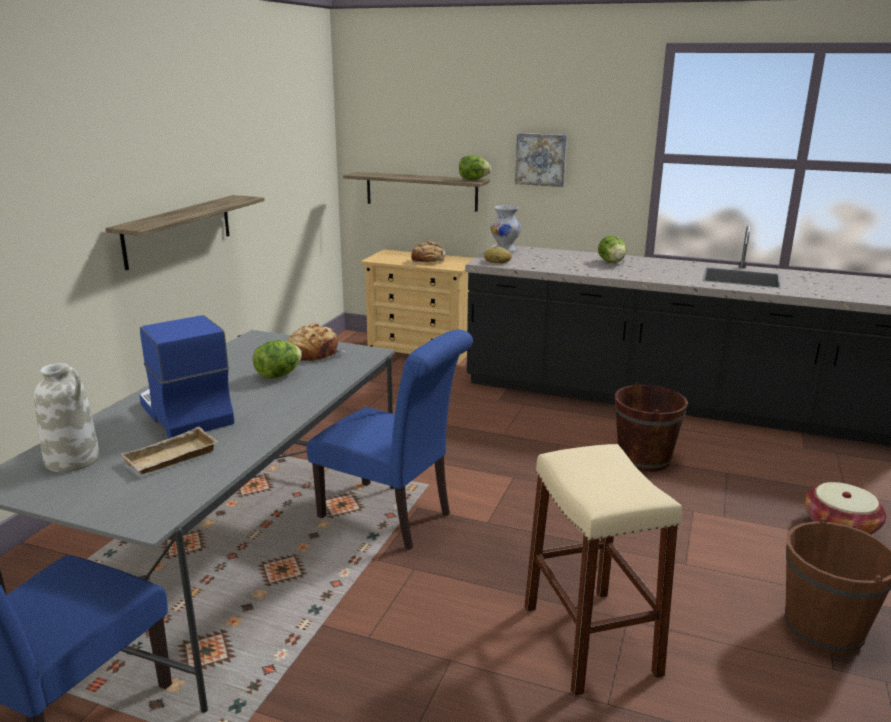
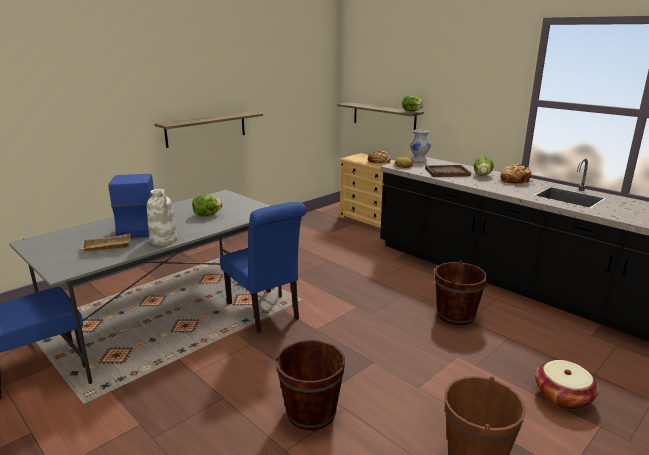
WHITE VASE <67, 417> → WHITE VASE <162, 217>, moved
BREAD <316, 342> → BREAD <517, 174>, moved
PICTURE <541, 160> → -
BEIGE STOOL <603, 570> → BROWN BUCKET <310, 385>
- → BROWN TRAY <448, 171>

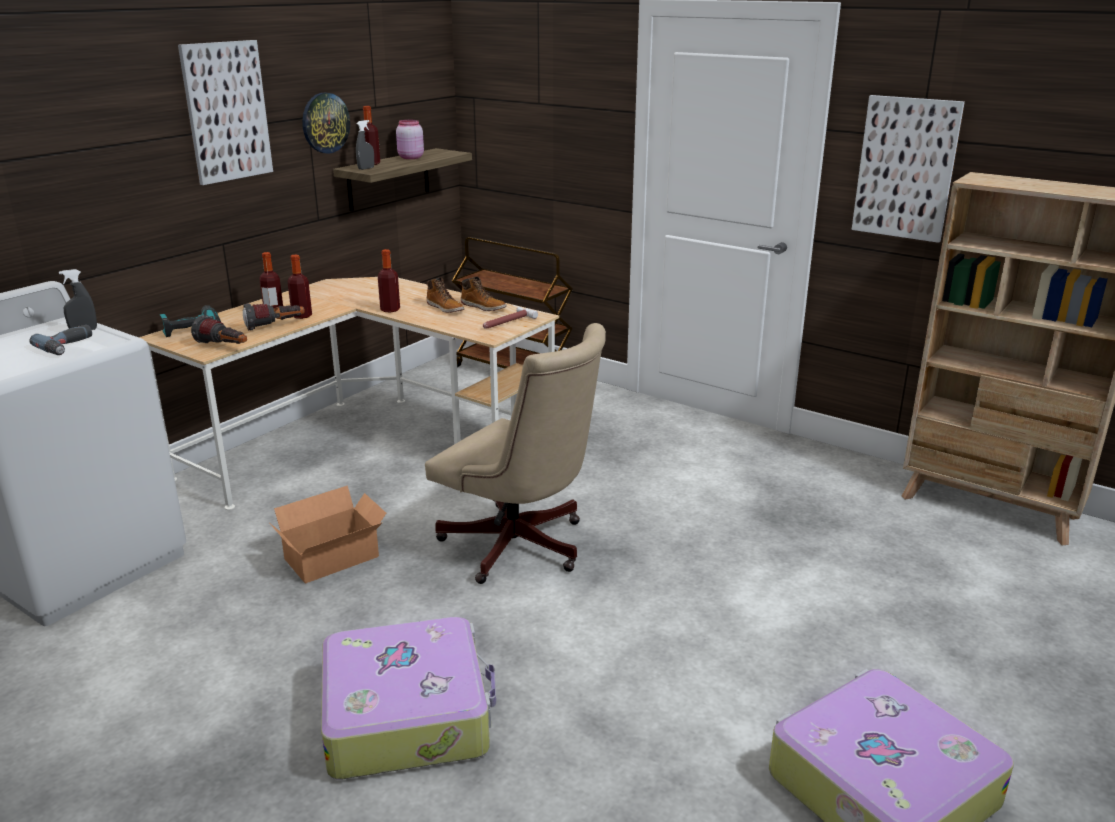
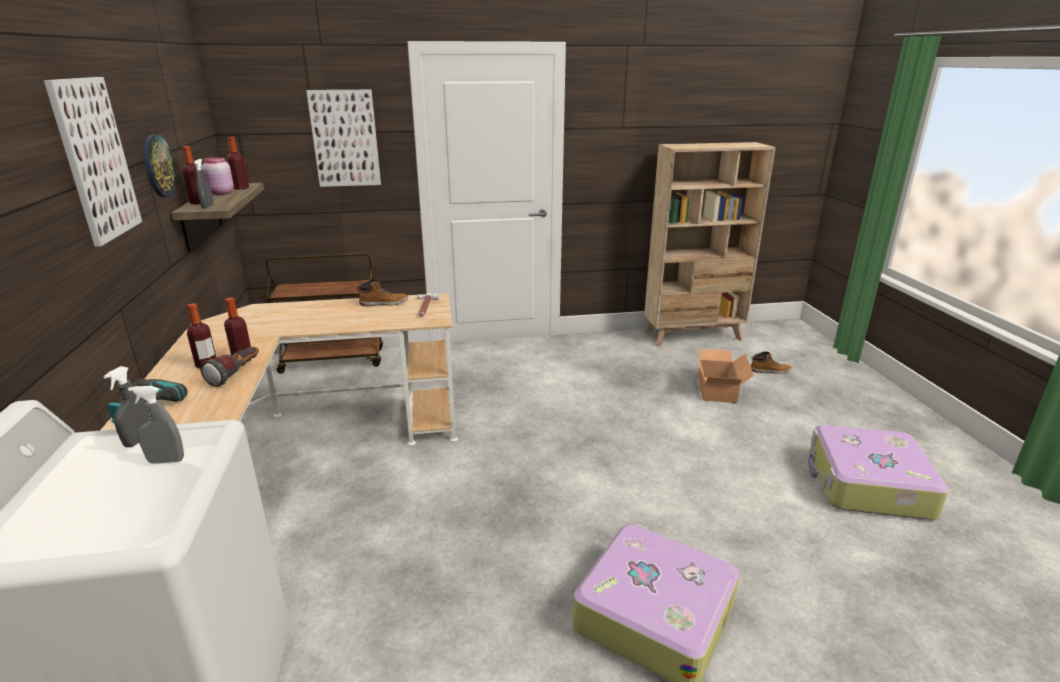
POWER DRILL <60, 340> → GREY SPRAY BOTTLE <156, 425>
FLASHLIGHT <219, 329> → -
CARDBOARD BOX <328, 534> → CARDBOARD BOX <724, 375>, moved
BOTTLE <389, 281> → BOTTLE <238, 163>, moved
BEIGE OFFICE CHAIR <515, 453> → -
BOOT <445, 295> → BOOT <770, 363>, moved
PICTURE <908, 169> → PICTURE <343, 138>, moved

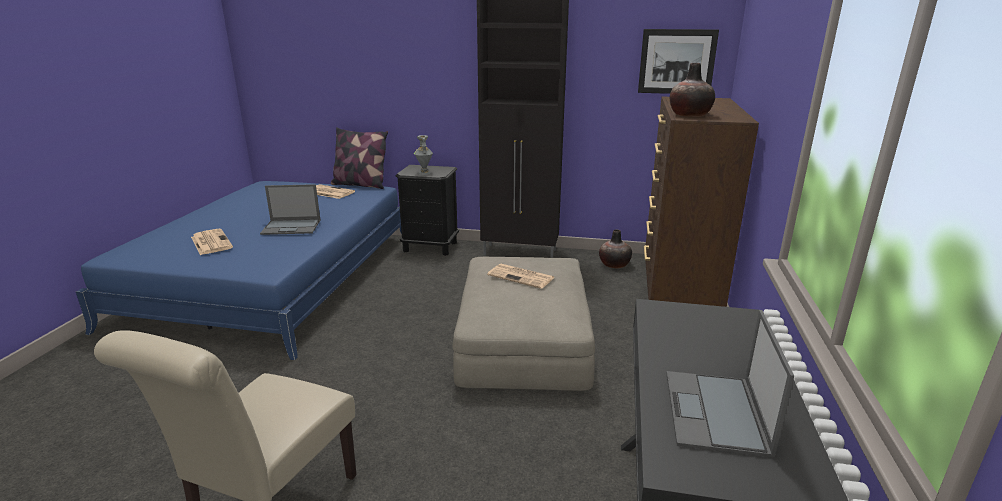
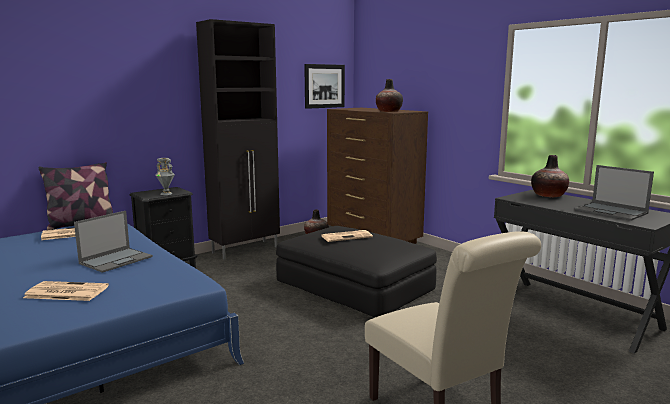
BEIGE OTTOMAN <523, 324> → BLACK OTTOMAN <356, 271>
- → VASE <550, 176>

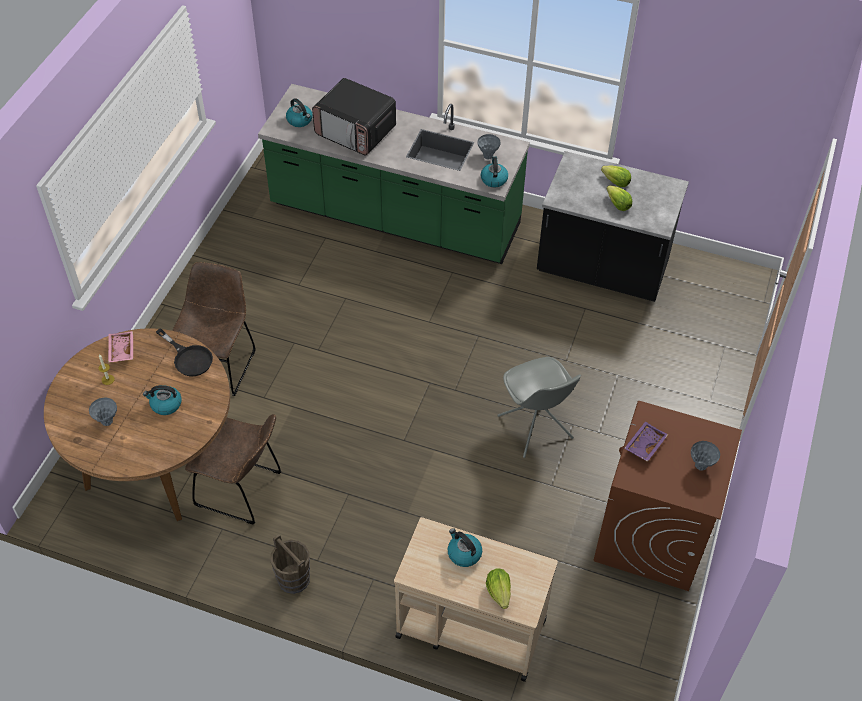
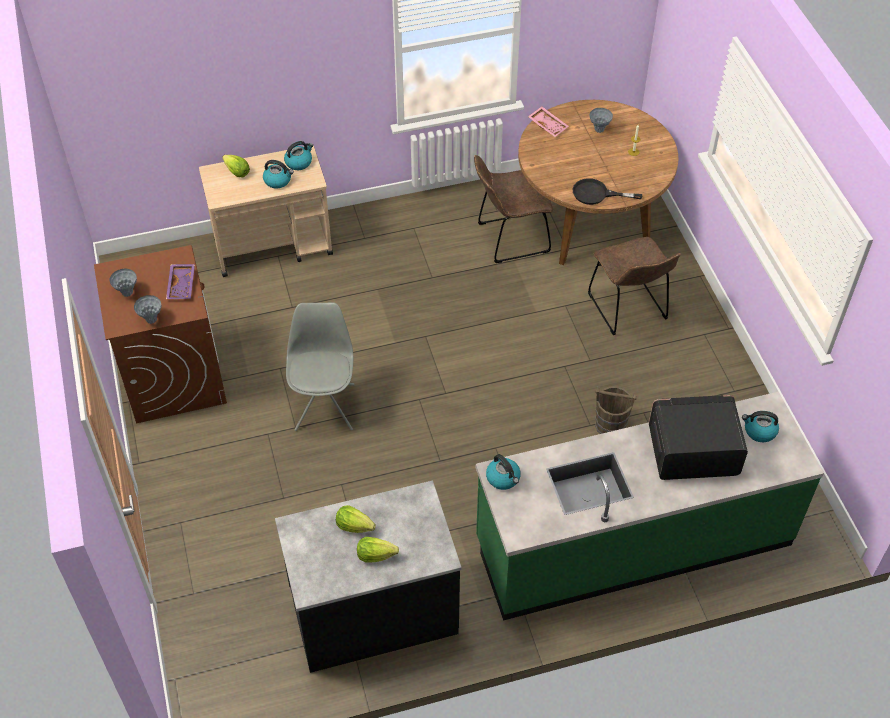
PINK TRAY <120, 347> → PINK TRAY <548, 121>, moved
KETTLE <162, 400> → KETTLE <298, 155>, moved
BROWN BUCKET <290, 564> → BROWN BUCKET <616, 410>, moved
GREY VASE <489, 146> → GREY VASE <147, 309>, moved
GREY CHAIR <539, 407> → GREY CHAIR <320, 366>, 60 degrees clockwise

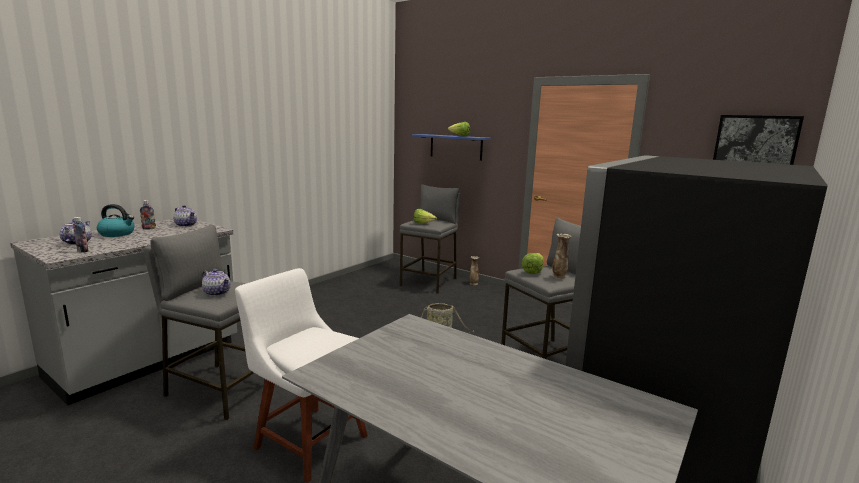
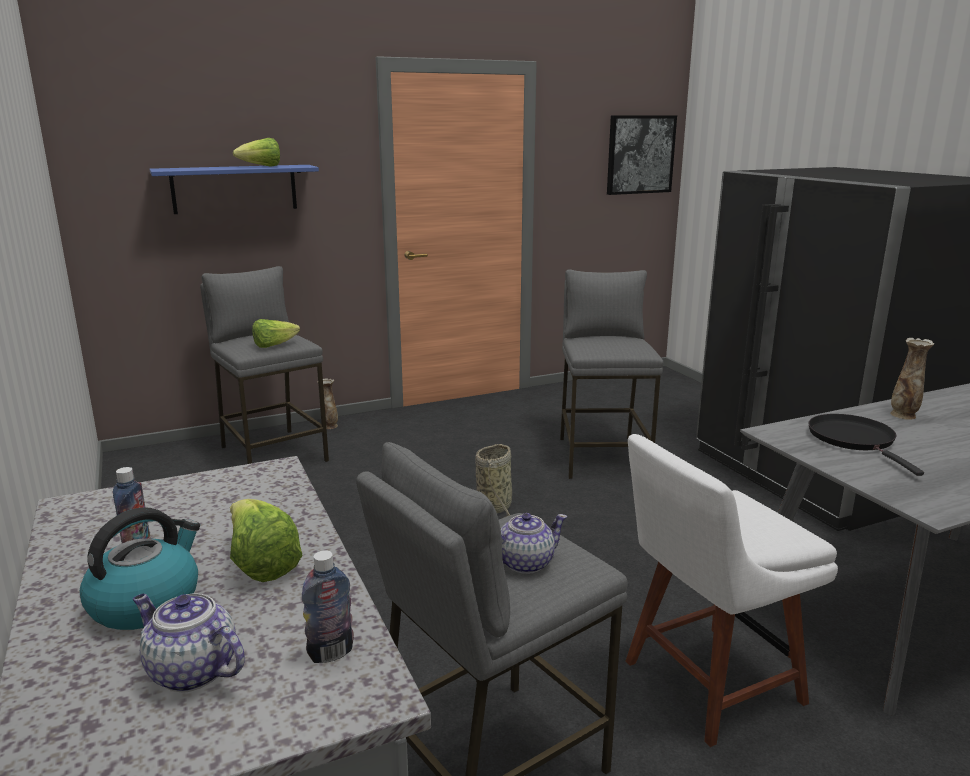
TEAPOT <185, 216> → -
LETTUCE <533, 263> → LETTUCE <266, 540>, moved
VASE <562, 256> → VASE <912, 379>, moved
- → BLACK FRYING PAN <866, 445>

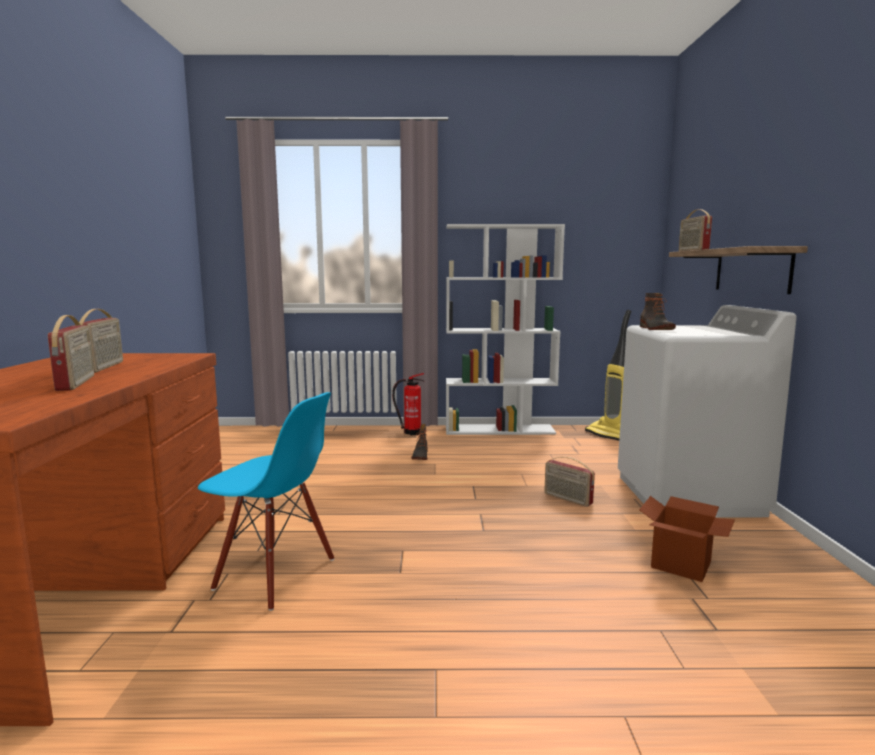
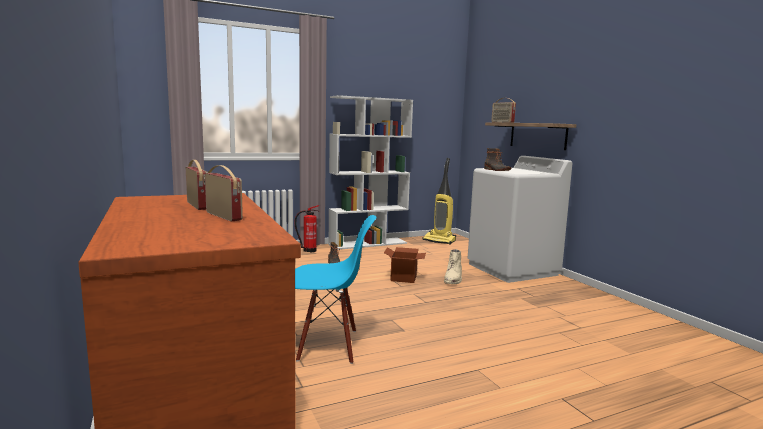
RADIO <569, 482> → BEIGE BOOT <453, 266>
CARDBOARD BOX <687, 539> → CARDBOARD BOX <405, 265>, moved

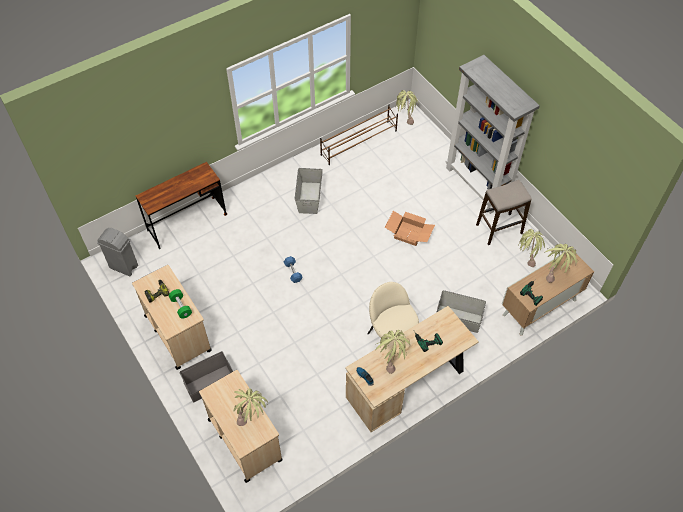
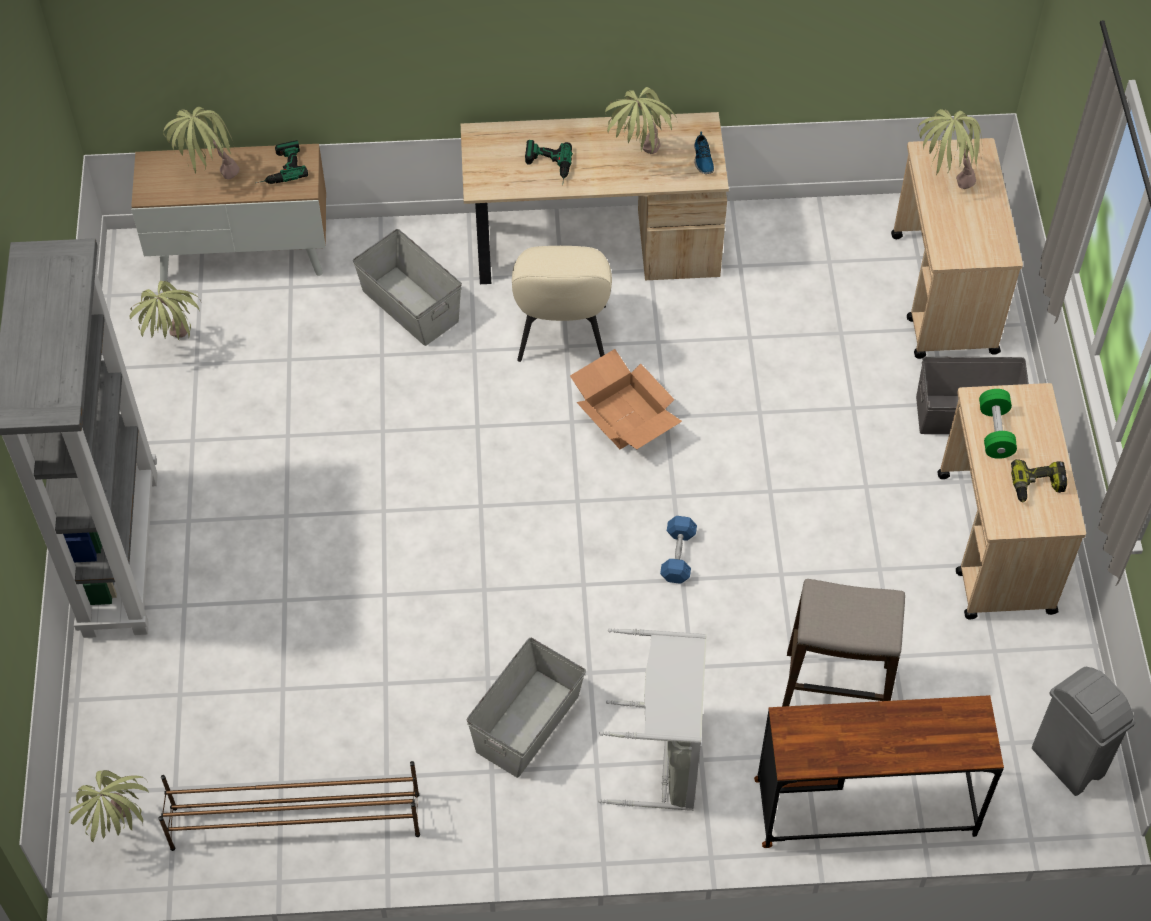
CARDBOARD BOX <410, 228> → CARDBOARD BOX <626, 399>, moved
STOOL <504, 212> → STOOL <843, 643>, moved
- → GREY LAUNDRY BASKET <652, 719>

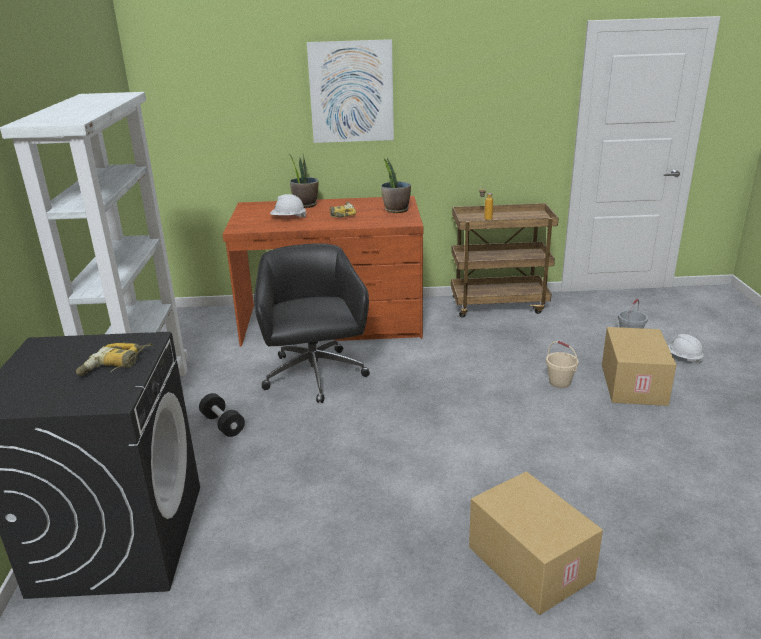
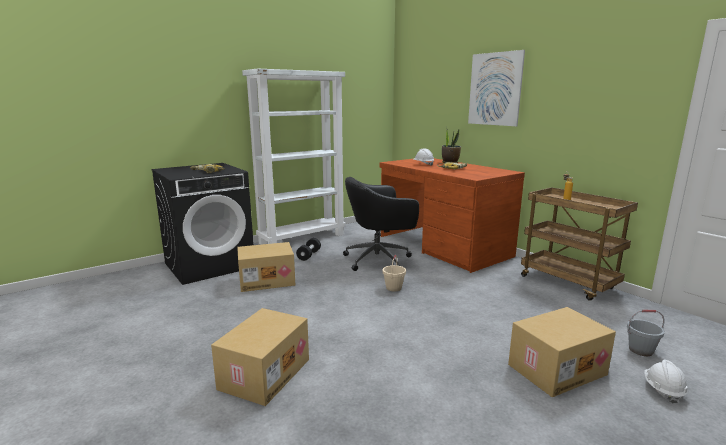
BLACK OFFICE CHAIR <312, 323> → BLACK OFFICE CHAIR <381, 224>, 150 degrees counterclockwise
POTTED PLANT <396, 185> → -
BEIGE BUCKET <562, 364> → BEIGE BUCKET <394, 273>, moved
- → CARDBOARD BOX <266, 267>

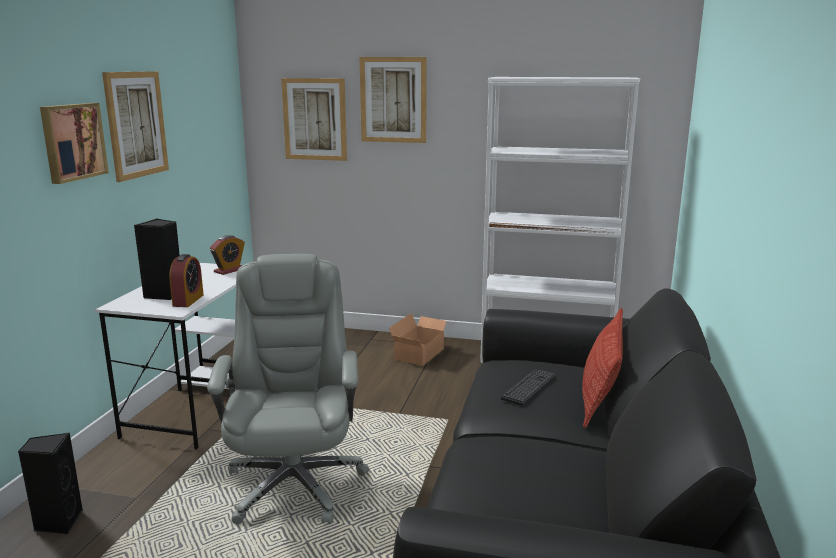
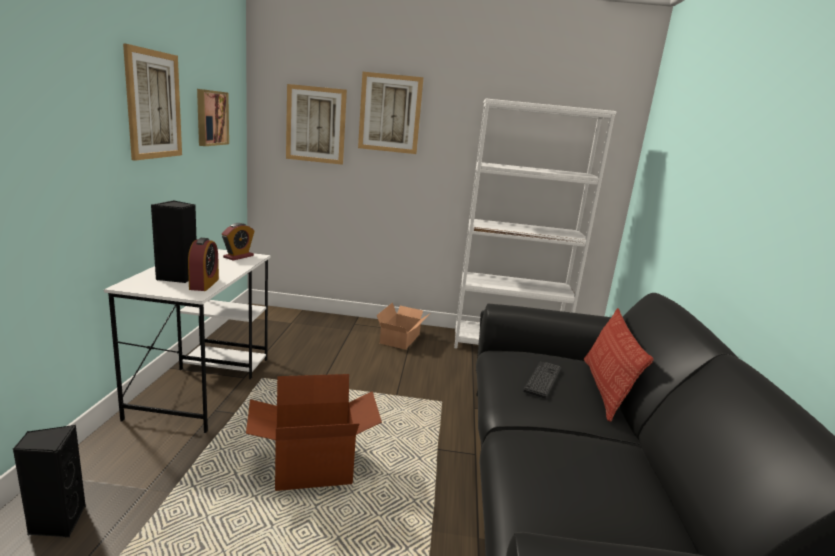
PICTURE <74, 143> → PICTURE <213, 117>, moved
GREY OFFICE CHAIR <288, 389> → CARDBOARD BOX <314, 432>

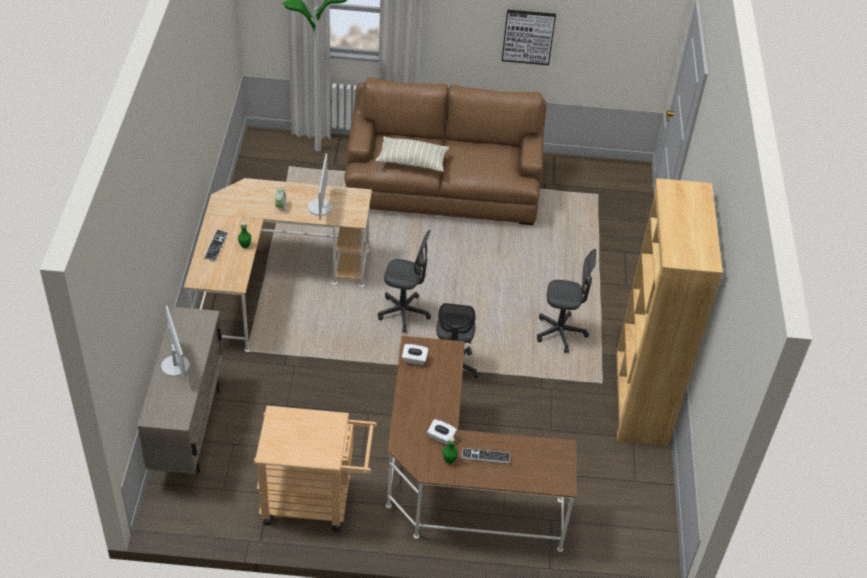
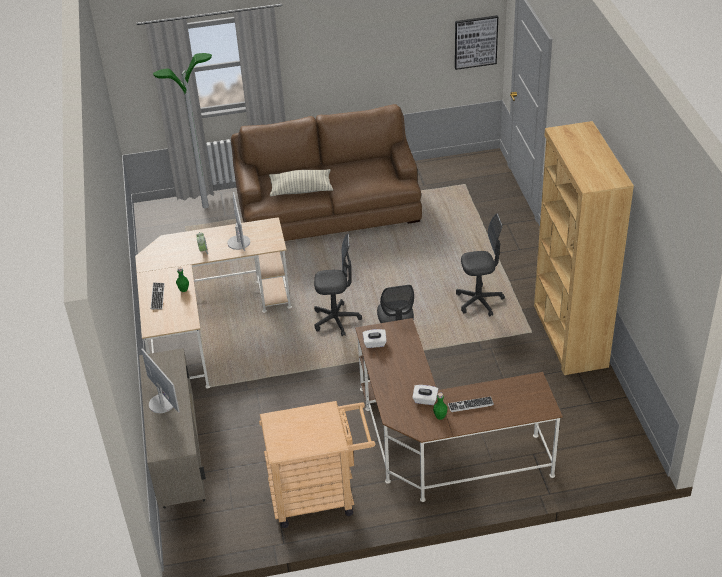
PICTURE <529, 37> → PICTURE <476, 42>, moved

